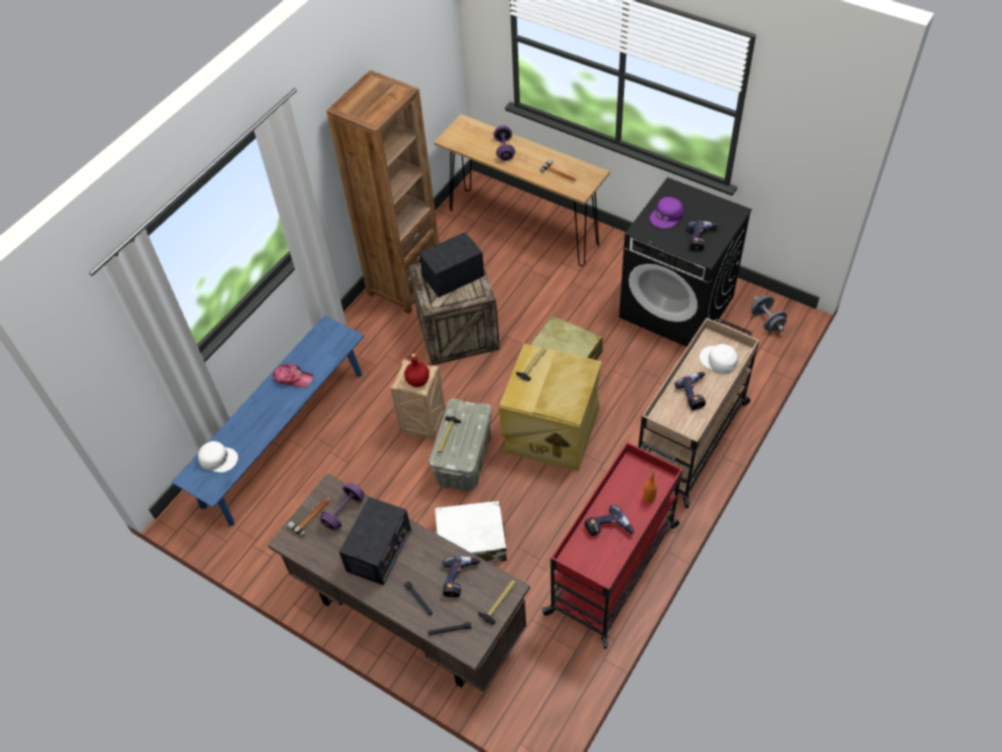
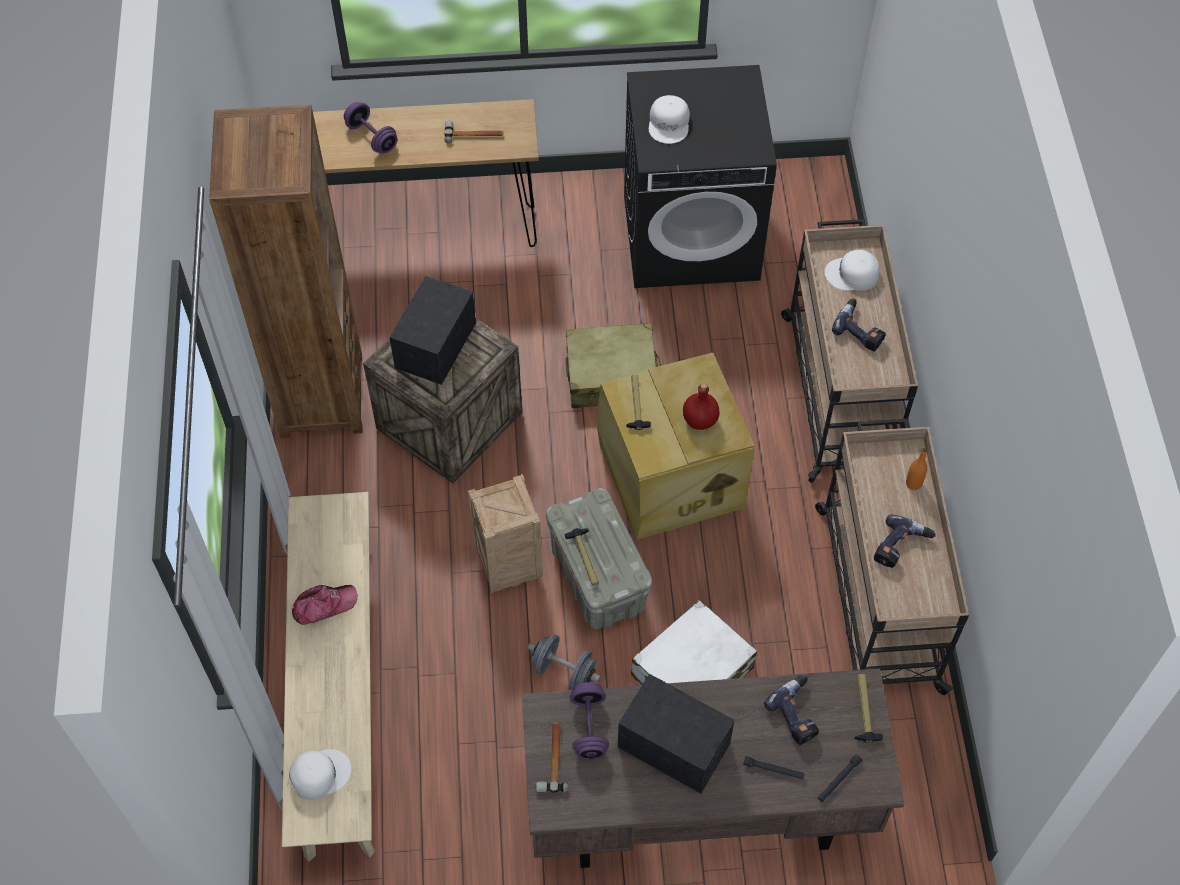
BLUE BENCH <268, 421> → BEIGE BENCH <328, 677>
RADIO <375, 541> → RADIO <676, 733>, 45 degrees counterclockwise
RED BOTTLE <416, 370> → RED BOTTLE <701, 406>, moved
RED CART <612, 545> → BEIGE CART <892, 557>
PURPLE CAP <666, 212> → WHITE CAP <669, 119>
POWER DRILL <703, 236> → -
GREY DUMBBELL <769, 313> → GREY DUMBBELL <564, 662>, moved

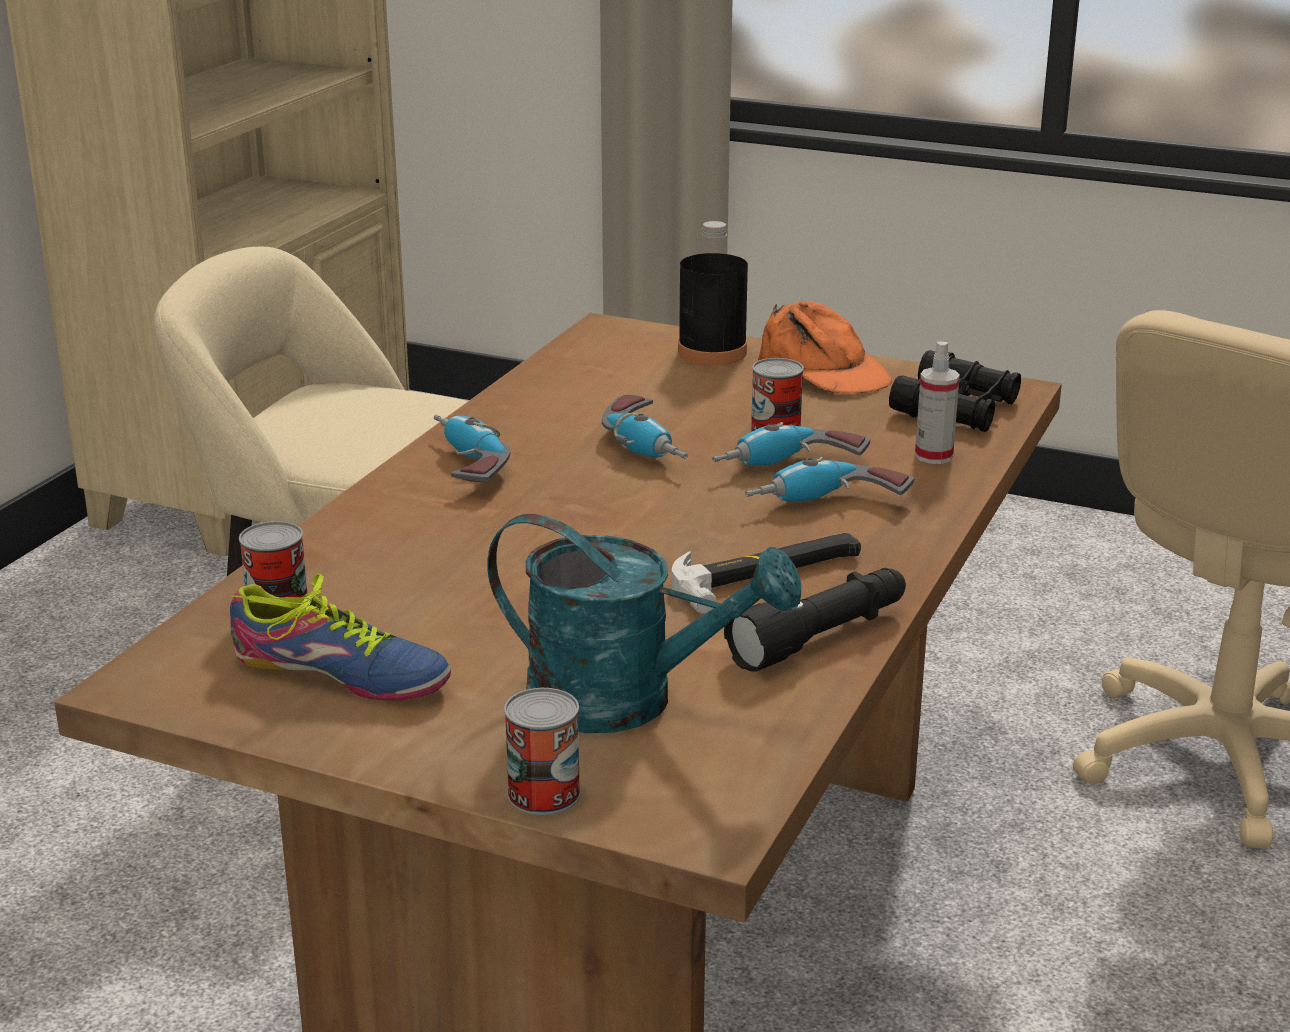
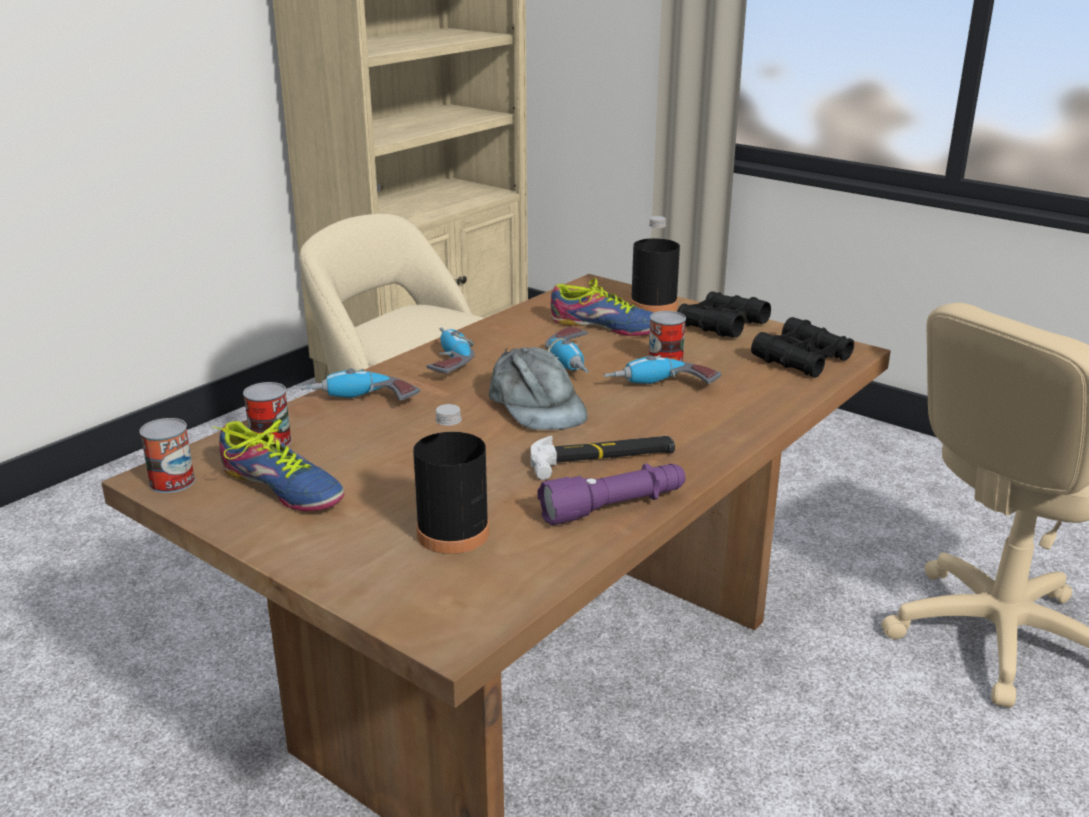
TURQUOISE WATERING CAN <644, 623> → BLACK BOTTLE <451, 479>
CAN <542, 751> → CAN <167, 455>, moved
BLACK FLASHLIGHT <815, 620> → PURPLE FLASHLIGHT <611, 494>
POWER DRILL <829, 479> → POWER DRILL <360, 384>, moved
ORANGE CAP <825, 347> → BLACK BINOCULARS <724, 314>
SPRAY BOTTLE <937, 403> → -
- → GREY CAP <538, 388>
- → SHOE <602, 307>

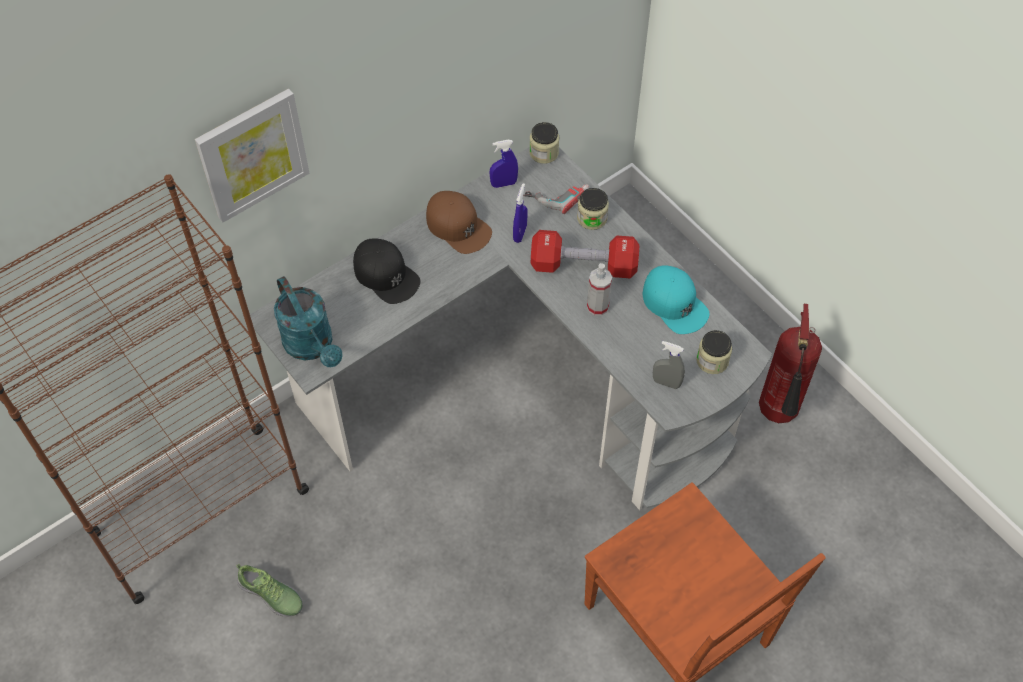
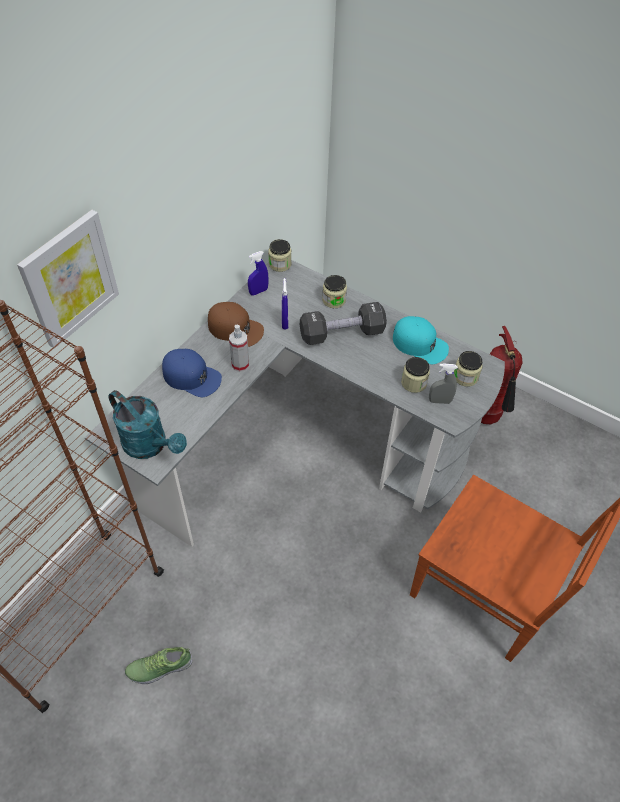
SHOE <269, 590> → SHOE <159, 665>, 150 degrees clockwise
BLACK CAP <387, 271> → BLUE CAP <192, 373>
POWER DRILL <556, 199> → -
RED DUMBBELL <585, 254> → BLACK DUMBBELL <343, 323>
SPRAY BOTTLE <599, 289> → SPRAY BOTTLE <239, 348>, moved
- → JAR <415, 375>

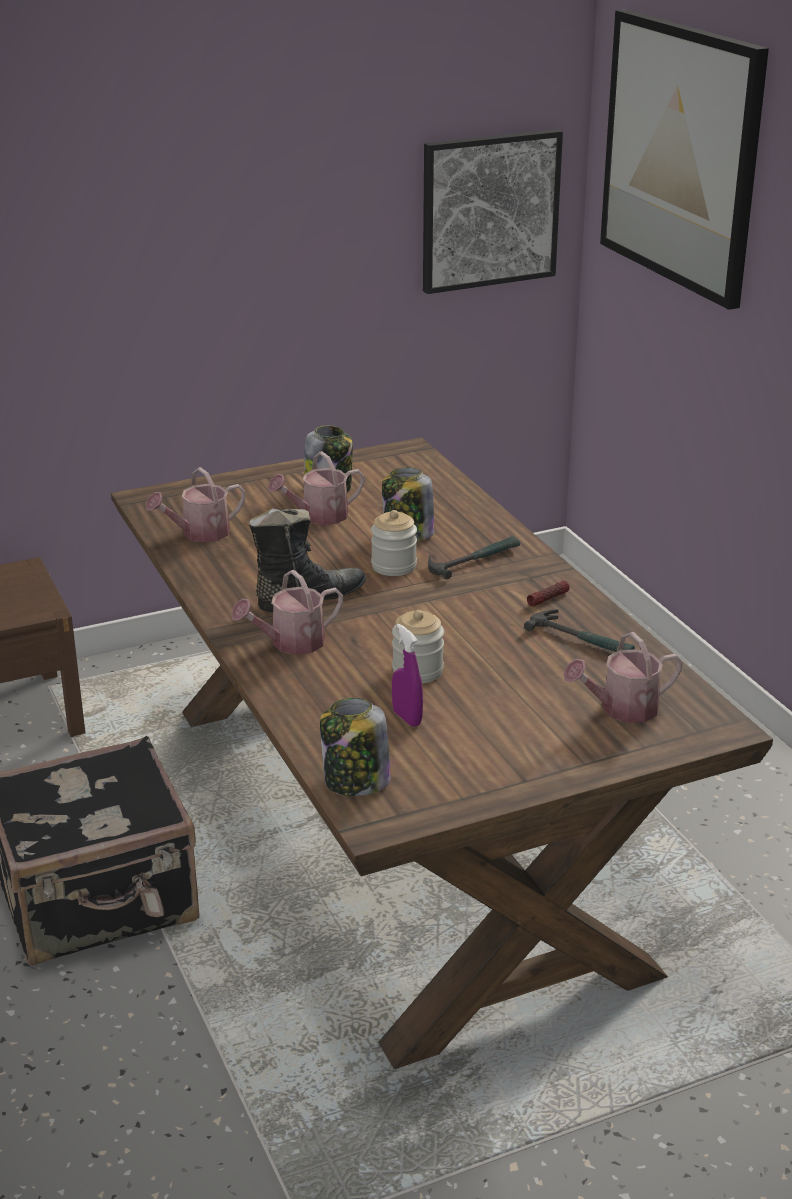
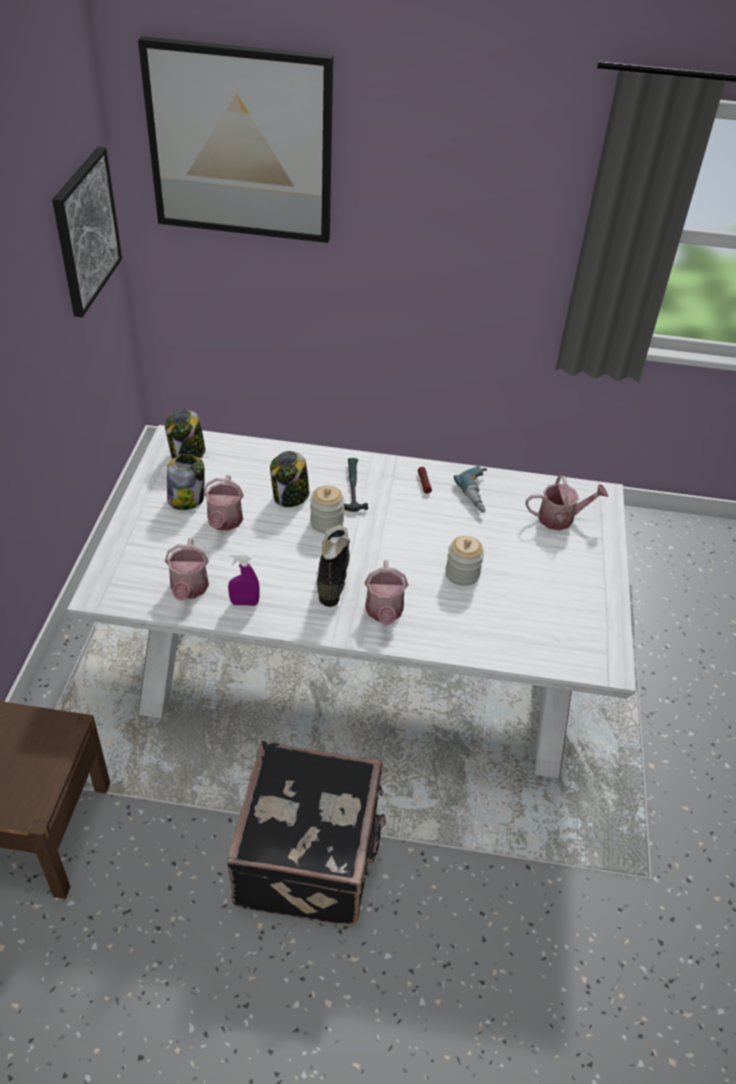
BROWN DINING TABLE <442, 753> → WHITE DINING TABLE <351, 601>
JAR <355, 747> → JAR <185, 434>, moved
PURPLE SPRAY BOTTLE <407, 675> → PURPLE SPRAY BOTTLE <244, 579>, moved
HAMMER <579, 630> → POWER DRILL <470, 489>
WATERING CAN <623, 677> → WATERING CAN <566, 503>, 105 degrees counterclockwise

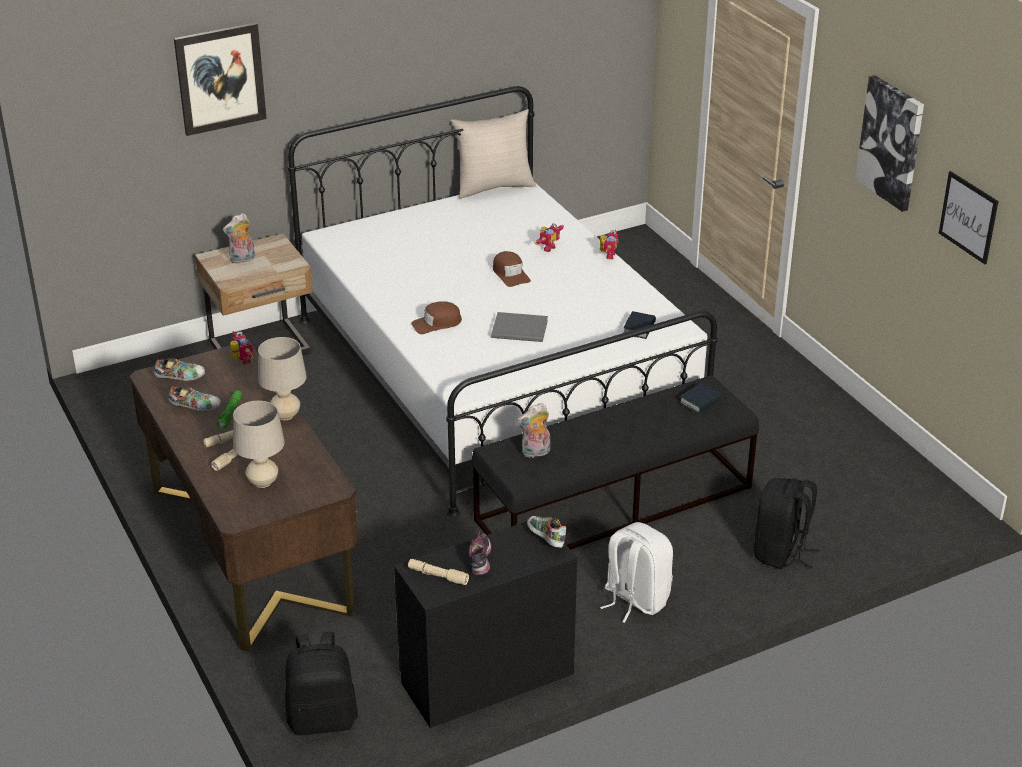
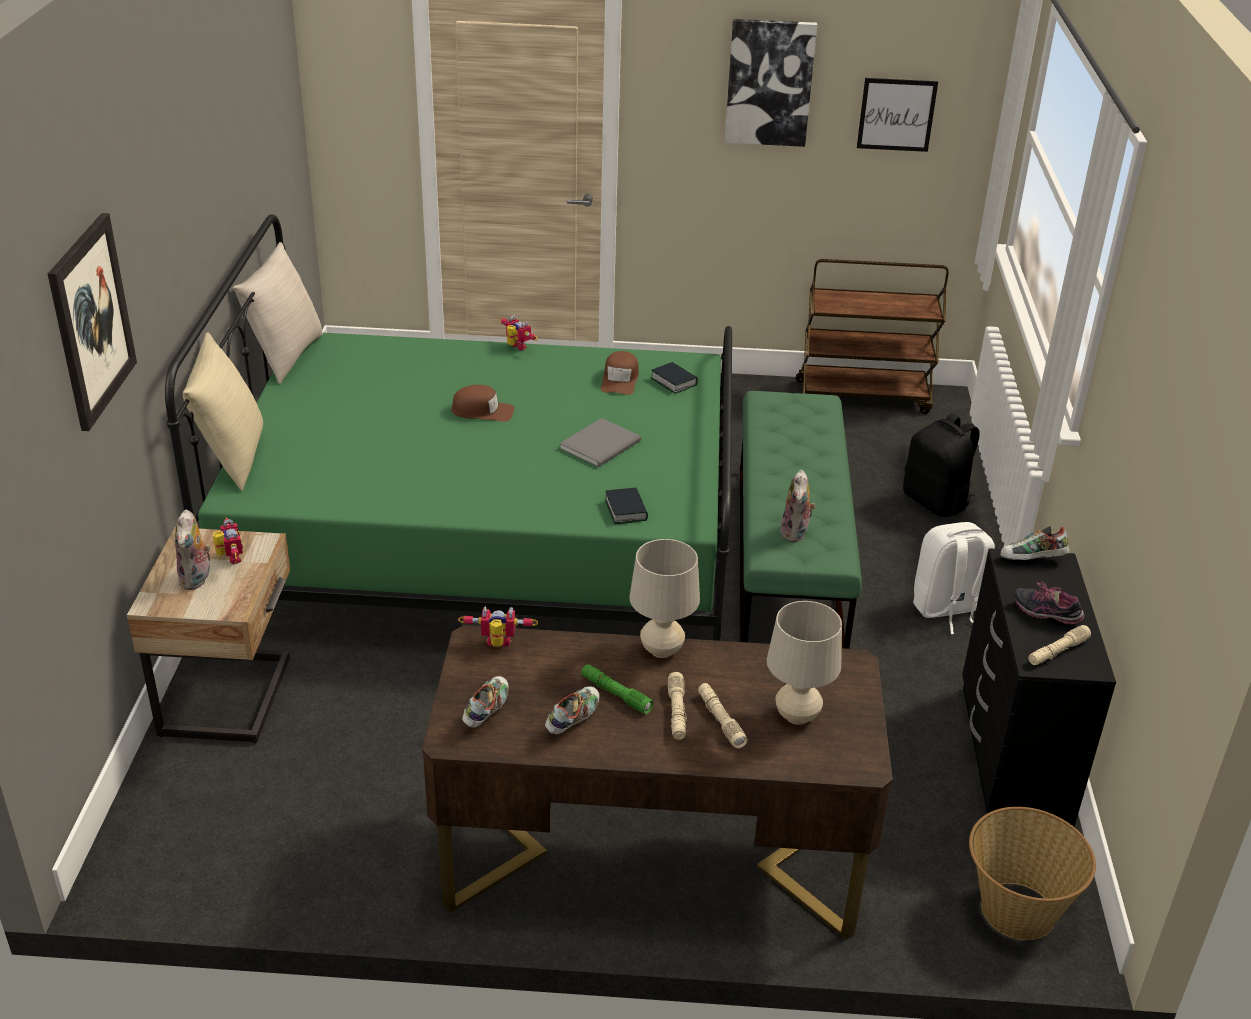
BLACK BACKPACK <321, 683> → BASKET <1032, 873>
WHITE BED <503, 301> → GREEN BED <448, 427>
BROWN CAP <436, 317> → BROWN CAP <620, 373>, moved
BLACK BENCH <615, 463> → GREEN BENCH <801, 520>
TOY ROBOT <550, 237> → TOY ROBOT <228, 540>, moved
BOOK <700, 398> → BOOK <626, 505>, moved
- → BEIGE PILLOW <223, 412>
- → BROWN CART <872, 336>

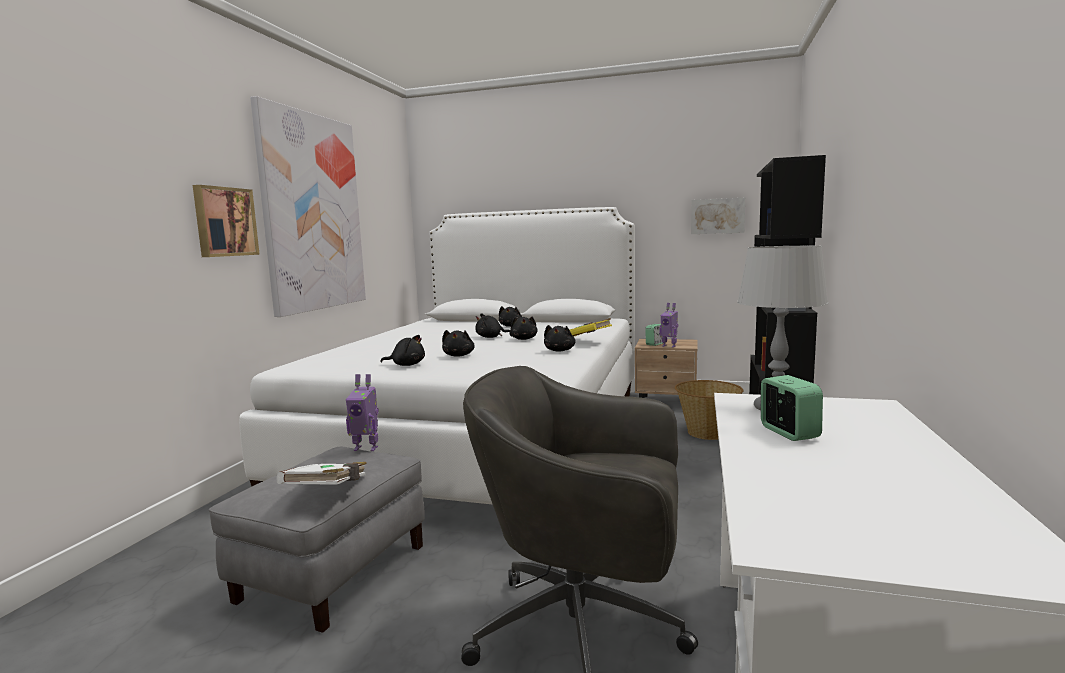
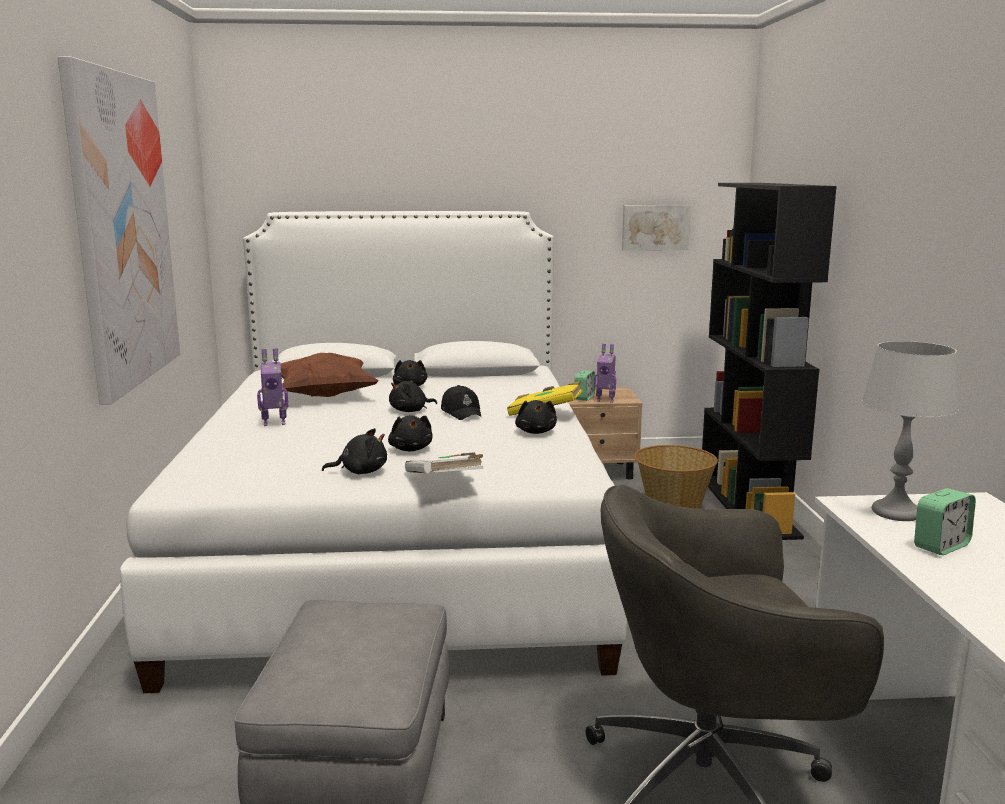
PICTURE <226, 221> → -
WHITE BOOK <321, 473> → WHITE BOOK <444, 462>, moved
TOY ROBOT <362, 412> → TOY ROBOT <272, 387>, moved
BLACK PLUSH TOY <523, 328> → BLACK CAP <461, 402>
ALARM CLOCK <792, 408> → ALARM CLOCK <945, 521>, 90 degrees clockwise
- → BROWN PILLOW <329, 375>

